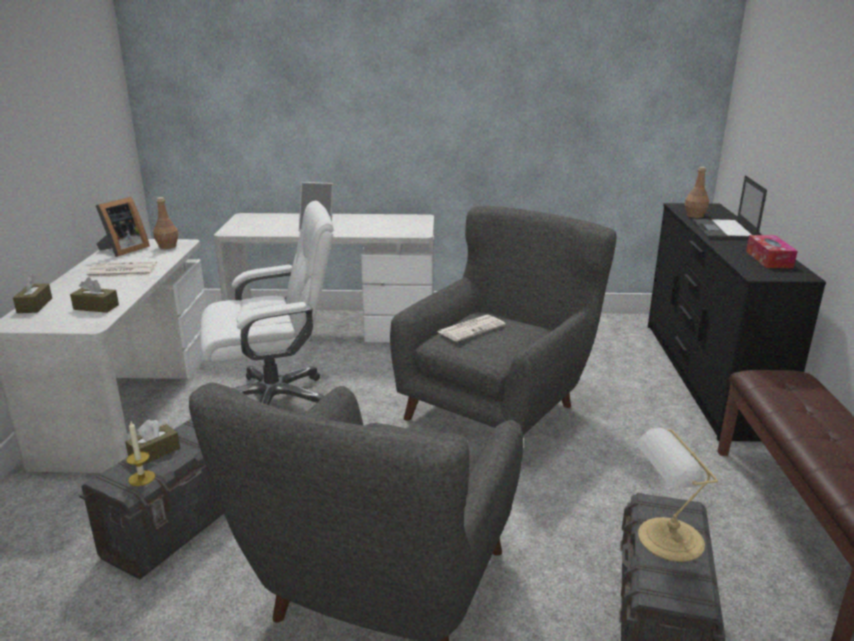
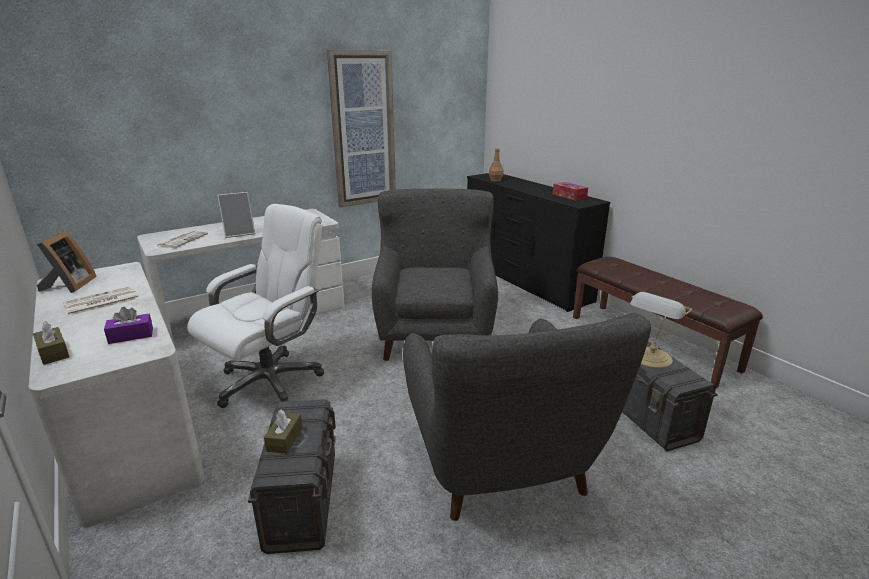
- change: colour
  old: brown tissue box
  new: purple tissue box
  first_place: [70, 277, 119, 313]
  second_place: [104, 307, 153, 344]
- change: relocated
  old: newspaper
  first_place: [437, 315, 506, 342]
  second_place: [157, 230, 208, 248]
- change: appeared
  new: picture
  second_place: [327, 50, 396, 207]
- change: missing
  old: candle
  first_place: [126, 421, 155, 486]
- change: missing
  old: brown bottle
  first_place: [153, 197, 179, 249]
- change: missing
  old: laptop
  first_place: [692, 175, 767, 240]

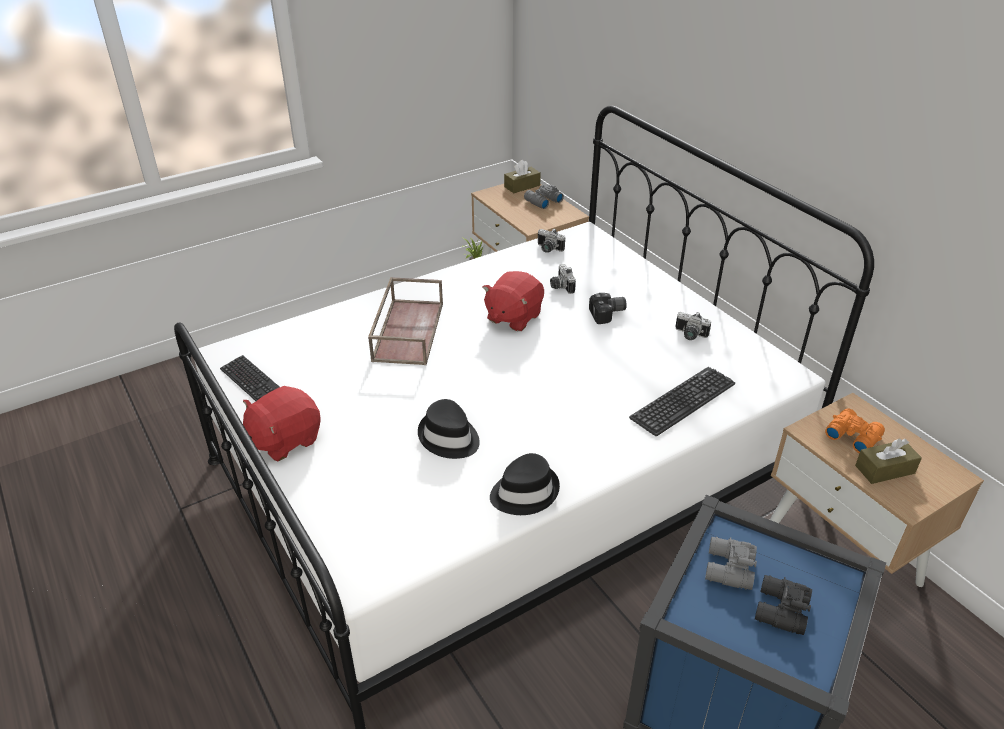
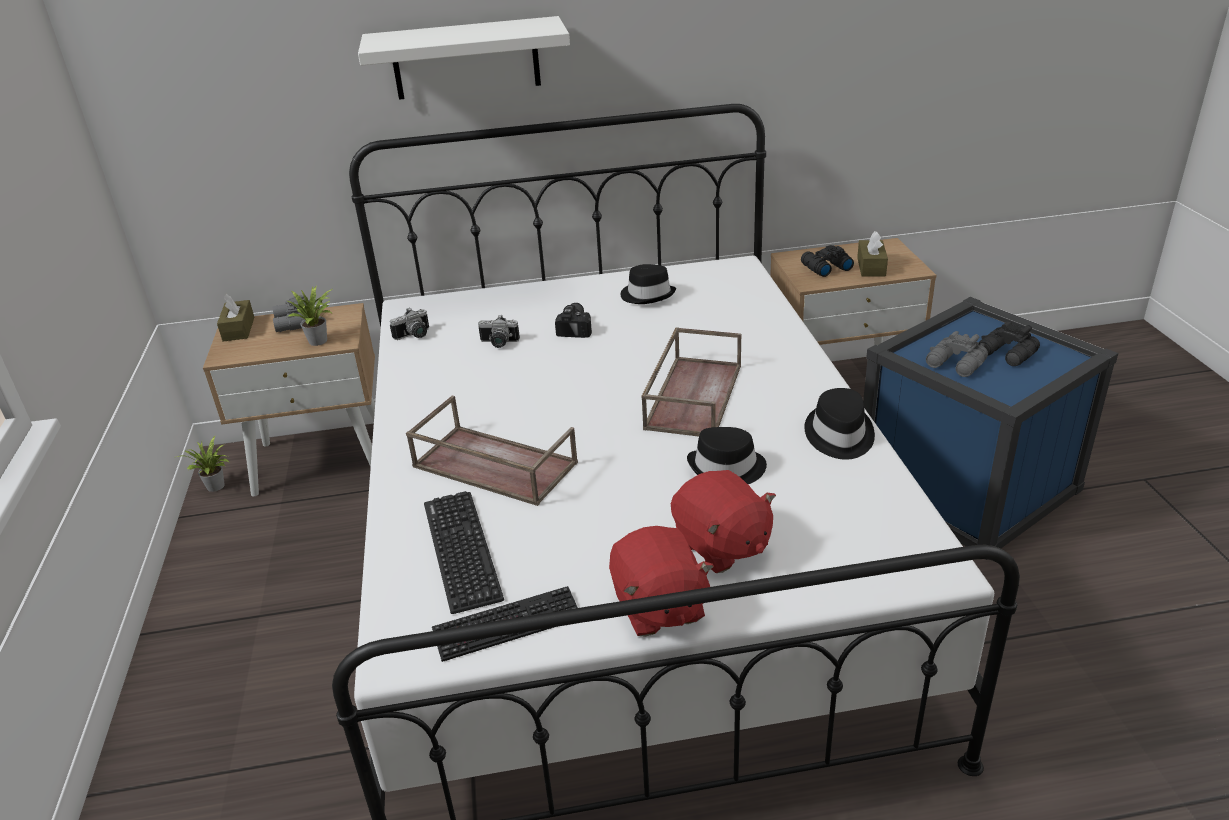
- change: appeared
  new: potted plant
  second_place: [288, 286, 332, 346]
- change: appeared
  new: white shelf
  second_place: [358, 16, 570, 100]
- change: relocated
  old: keyboard
  first_place: [629, 367, 735, 436]
  second_place: [424, 491, 504, 614]
- change: exchanged
  old: photo camera
  new: black hat
  first_place: [676, 312, 711, 340]
  second_place: [621, 264, 676, 304]
- change: appeared
  new: brown tray
  second_place: [642, 327, 741, 437]
- change: relocated
  old: red plush toy
  first_place: [483, 271, 544, 331]
  second_place: [671, 470, 776, 573]
- change: colour
  old: orange binoculars
  new: black binoculars
  first_place: [825, 408, 885, 453]
  second_place: [801, 245, 854, 277]

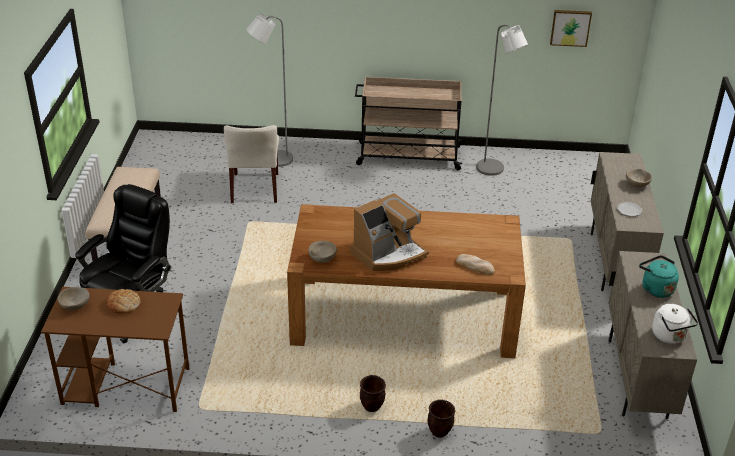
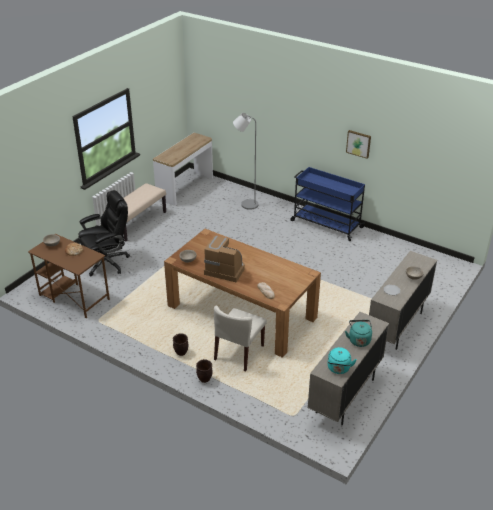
- change: appeared
  new: console table
  second_place: [153, 133, 213, 206]
- change: spun
  old: coffee machine
  first_place: [350, 193, 429, 271]
  second_place: [204, 236, 245, 282]
  degrees: -150
- change: relocated
  old: beige chair
  first_place: [224, 125, 279, 203]
  second_place: [214, 306, 267, 372]
- change: colour
  old: beige cart
  new: blue cart
  first_place: [355, 77, 463, 170]
  second_place: [290, 167, 365, 241]
- change: colour
  old: white kettle
  new: turquoise kettle
  first_place: [652, 304, 698, 344]
  second_place: [327, 347, 357, 374]
- change: relocated
  old: picture
  first_place: [550, 10, 592, 47]
  second_place: [346, 130, 371, 159]
- change: missing
  old: grey floor lamp
  first_place: [476, 25, 528, 176]

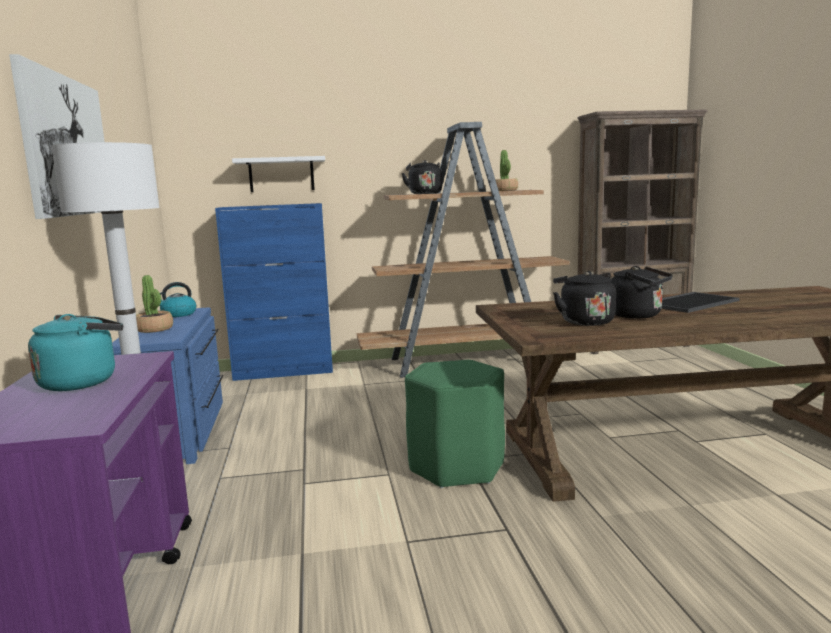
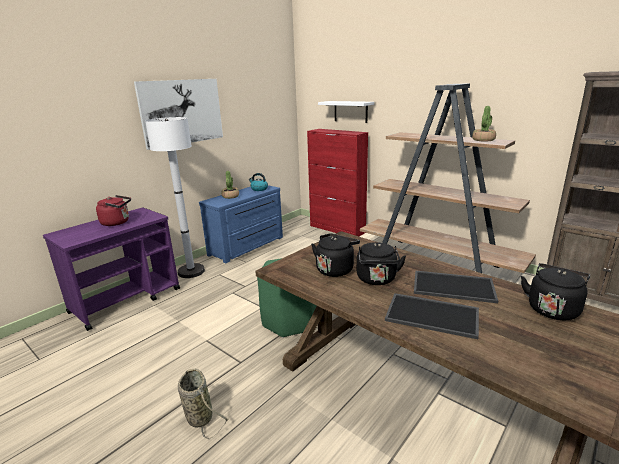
- change: colour
  old: turquoise kettle
  new: red kettle
  first_place: [28, 314, 123, 391]
  second_place: [96, 195, 131, 226]
- change: appeared
  new: basket
  second_place: [178, 369, 229, 439]
- change: colour
  old: blue cabinet
  new: red cabinet
  first_place: [215, 203, 333, 381]
  second_place: [307, 129, 368, 236]
- change: appeared
  new: tray
  second_place: [385, 293, 479, 339]
- change: relocated
  old: black kettle
  first_place: [402, 160, 442, 194]
  second_place: [521, 263, 590, 320]

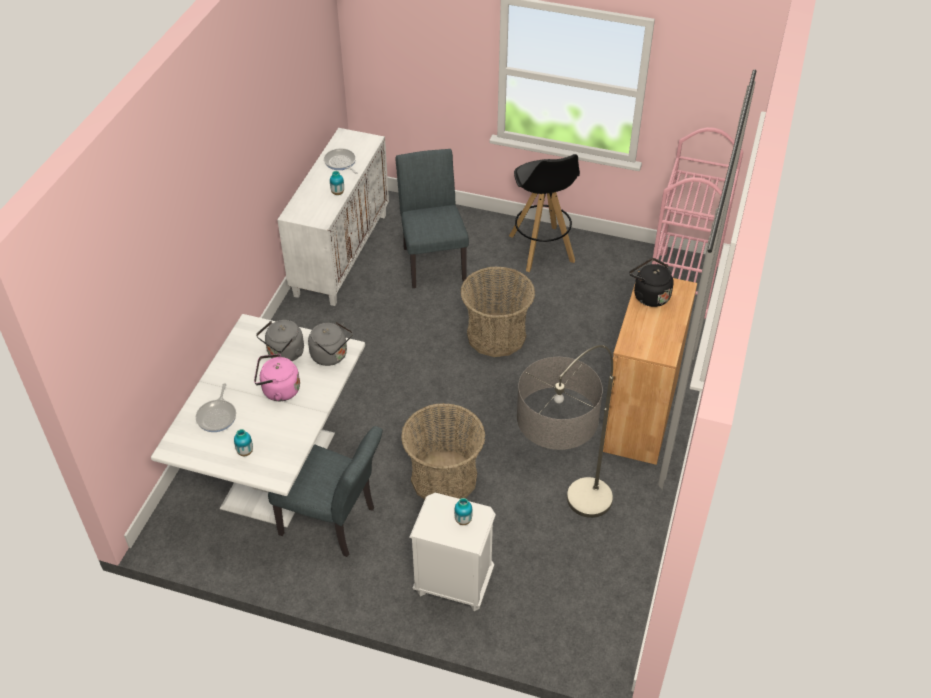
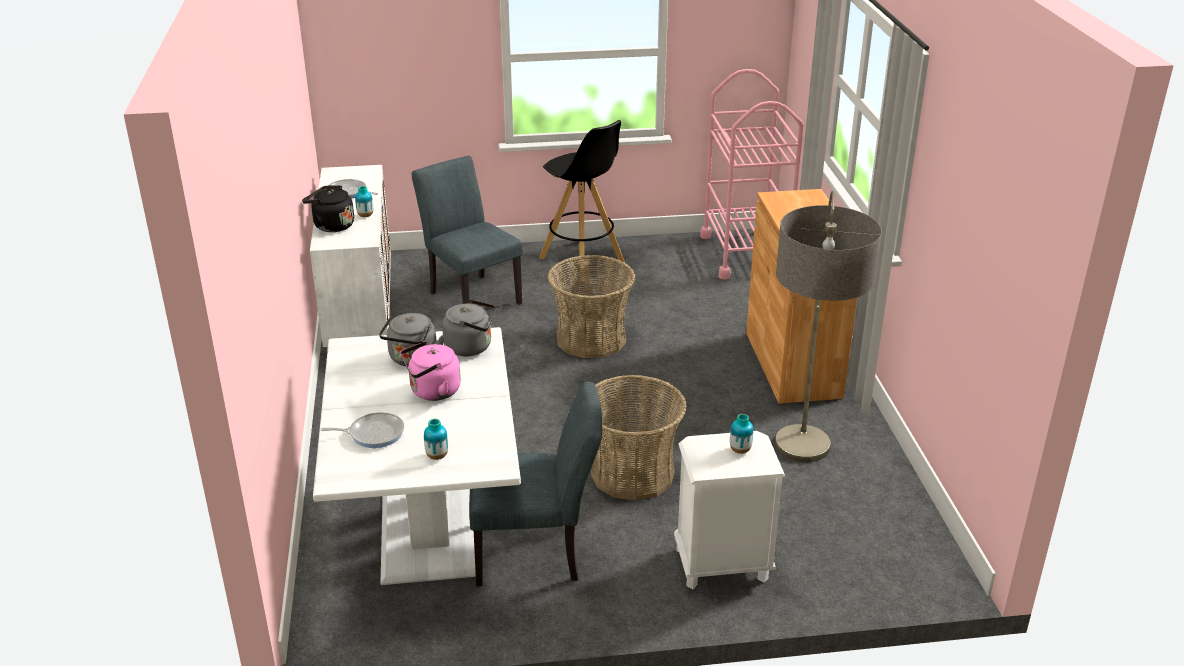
- change: relocated
  old: black kettle
  first_place: [629, 258, 674, 307]
  second_place: [302, 185, 354, 232]
- change: spun
  old: frying pan
  first_place: [196, 384, 236, 432]
  second_place: [321, 412, 404, 448]
  degrees: -75

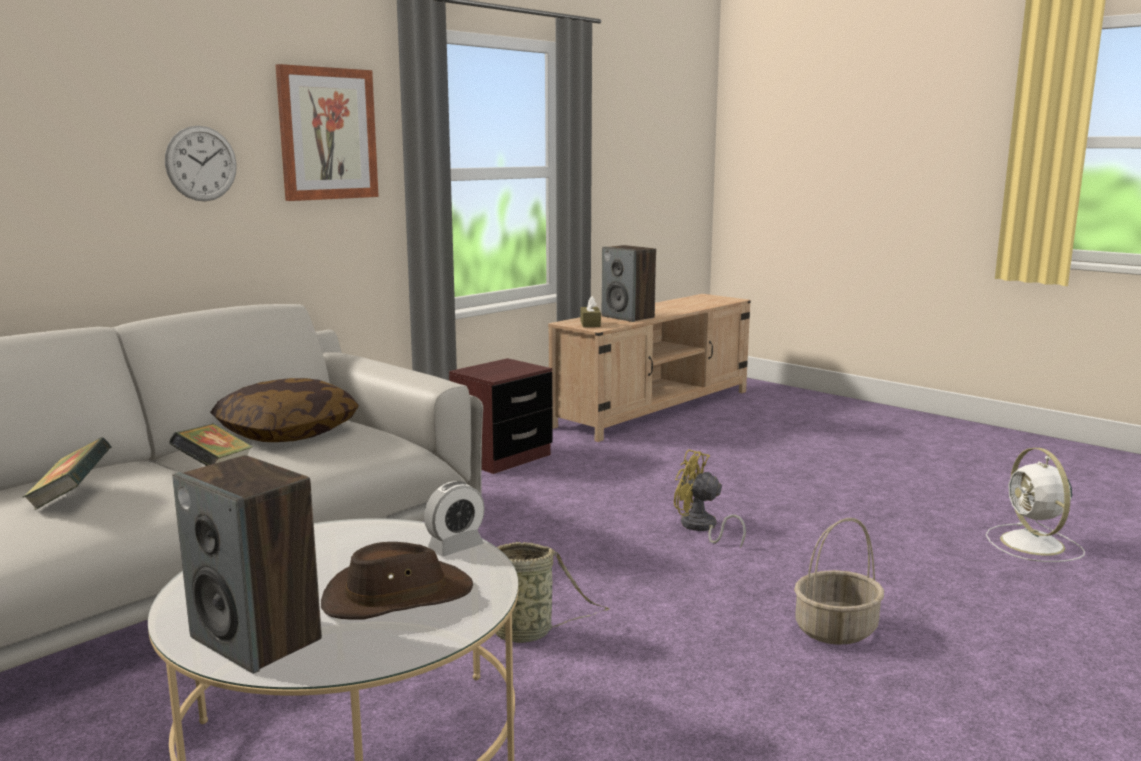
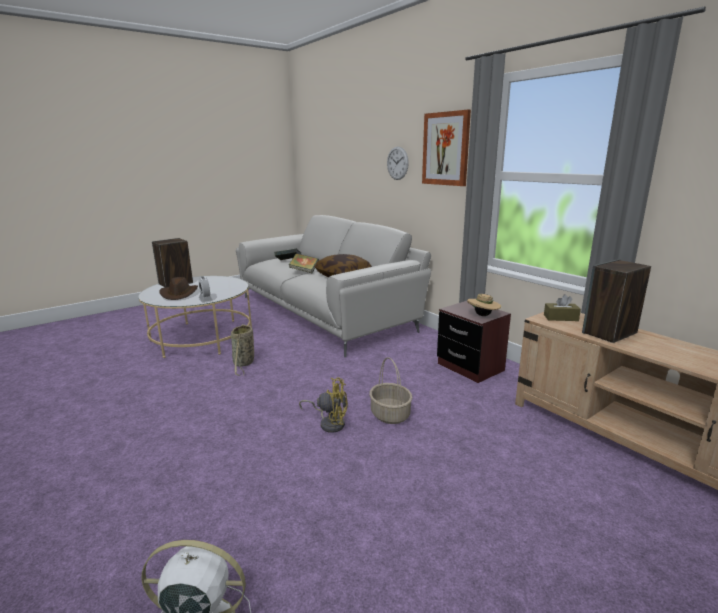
- change: spun
  old: yellow fan
  first_place: [674, 449, 746, 548]
  second_place: [299, 377, 348, 433]
  degrees: 60
- change: relocated
  old: basket
  first_place: [794, 518, 884, 645]
  second_place: [369, 357, 412, 424]
- change: appeared
  new: beige hat
  second_place: [467, 294, 501, 316]

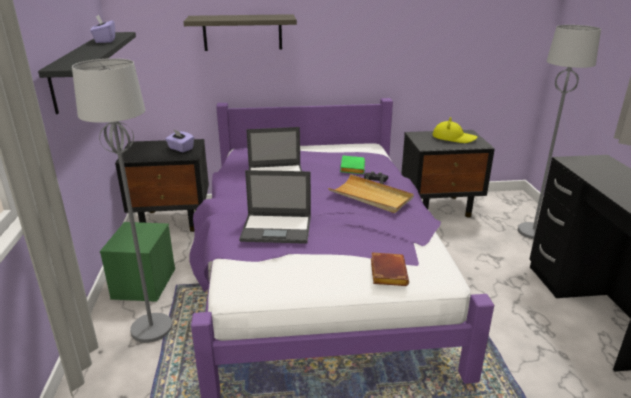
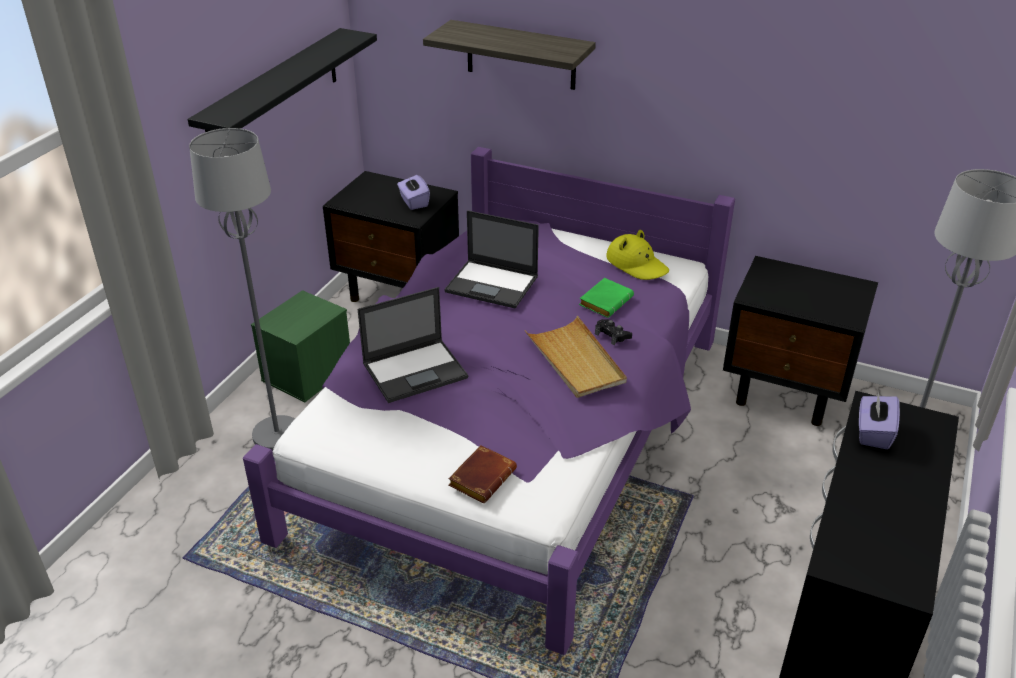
- change: spun
  old: laptop
  first_place: [239, 170, 311, 244]
  second_place: [358, 287, 468, 403]
  degrees: -60
- change: relocated
  old: yellow hat
  first_place: [433, 117, 477, 143]
  second_place: [606, 230, 669, 280]
- change: relocated
  old: purple tissue box
  first_place: [90, 15, 115, 43]
  second_place: [859, 391, 900, 449]

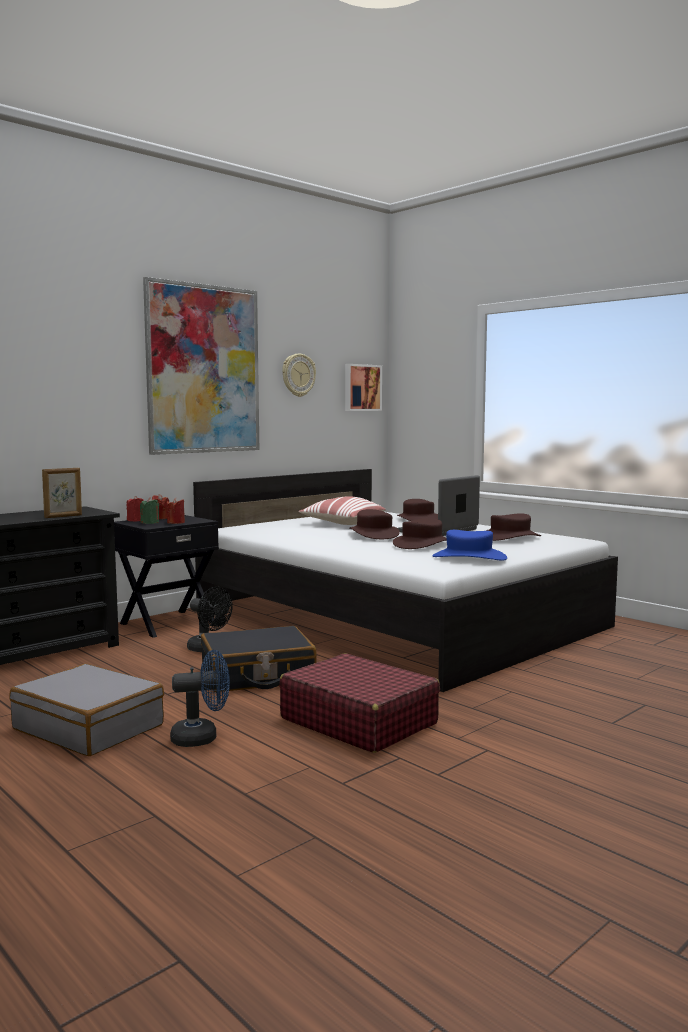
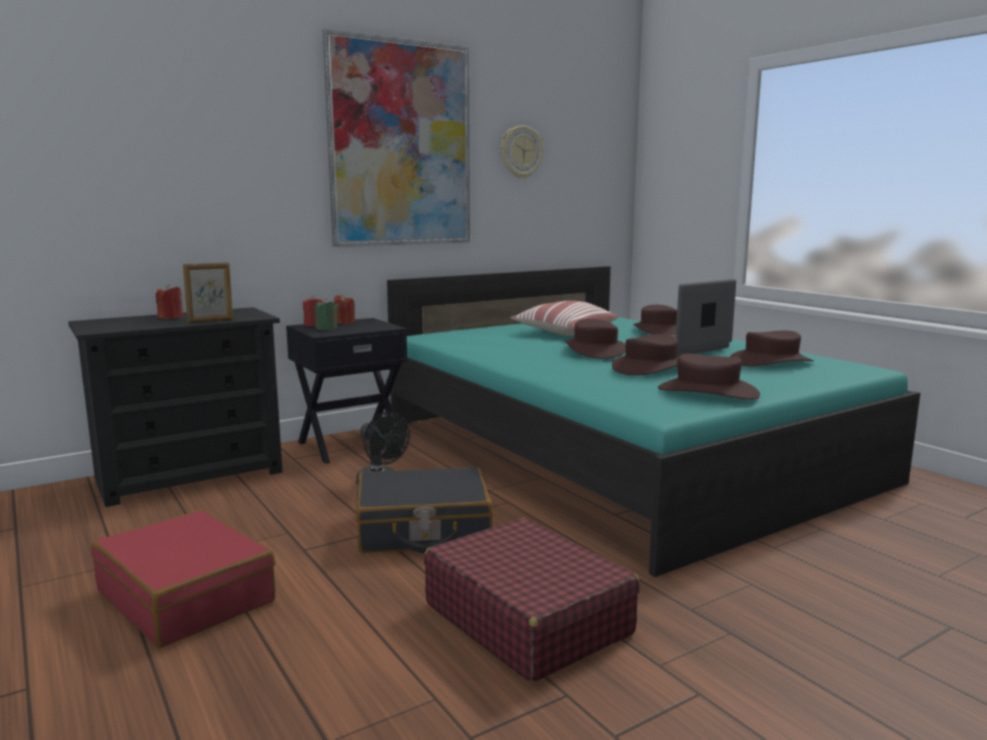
- change: colour
  old: grey suitcase
  new: red suitcase
  first_place: [9, 664, 164, 756]
  second_place: [91, 509, 276, 647]
- change: relocated
  old: red candle
  first_place: [167, 498, 185, 524]
  second_place: [156, 284, 183, 319]
- change: colour
  old: white bed
  new: turquoise bed
  first_place: [193, 469, 618, 692]
  second_place: [387, 266, 921, 577]
- change: colour
  old: blue hat
  new: brown hat
  first_place: [432, 530, 507, 561]
  second_place: [658, 353, 760, 400]
- change: missing
  old: blue fan
  first_place: [170, 650, 230, 747]
- change: missing
  old: picture
  first_place: [345, 364, 382, 411]

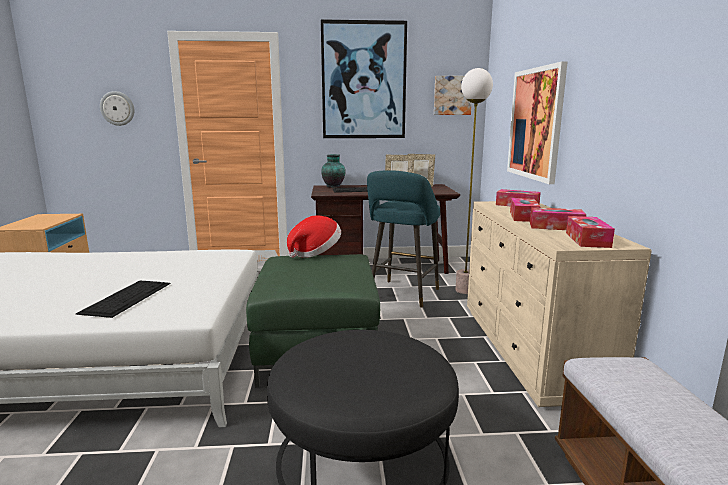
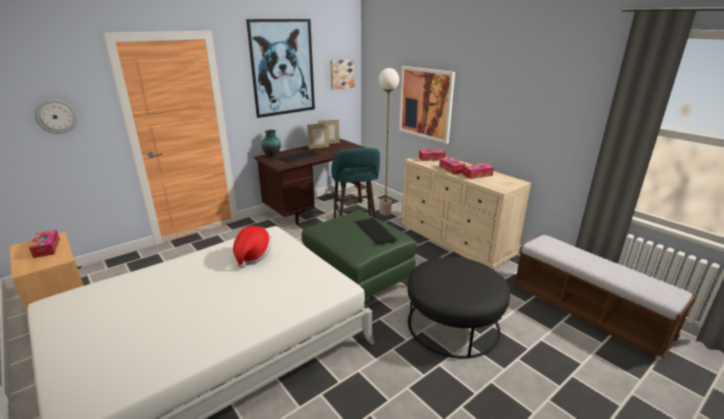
- change: relocated
  old: tissue box
  first_place: [566, 216, 615, 248]
  second_place: [29, 230, 60, 258]
- change: relocated
  old: hat
  first_place: [287, 215, 341, 258]
  second_place: [233, 226, 272, 268]
- change: relocated
  old: keyboard
  first_place: [76, 280, 170, 318]
  second_place: [355, 218, 398, 245]

